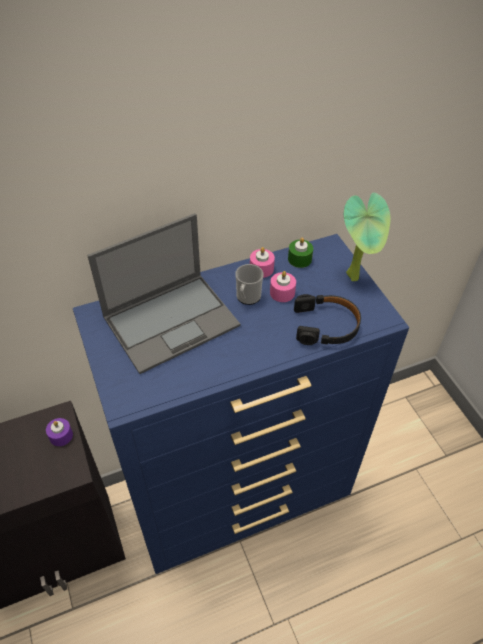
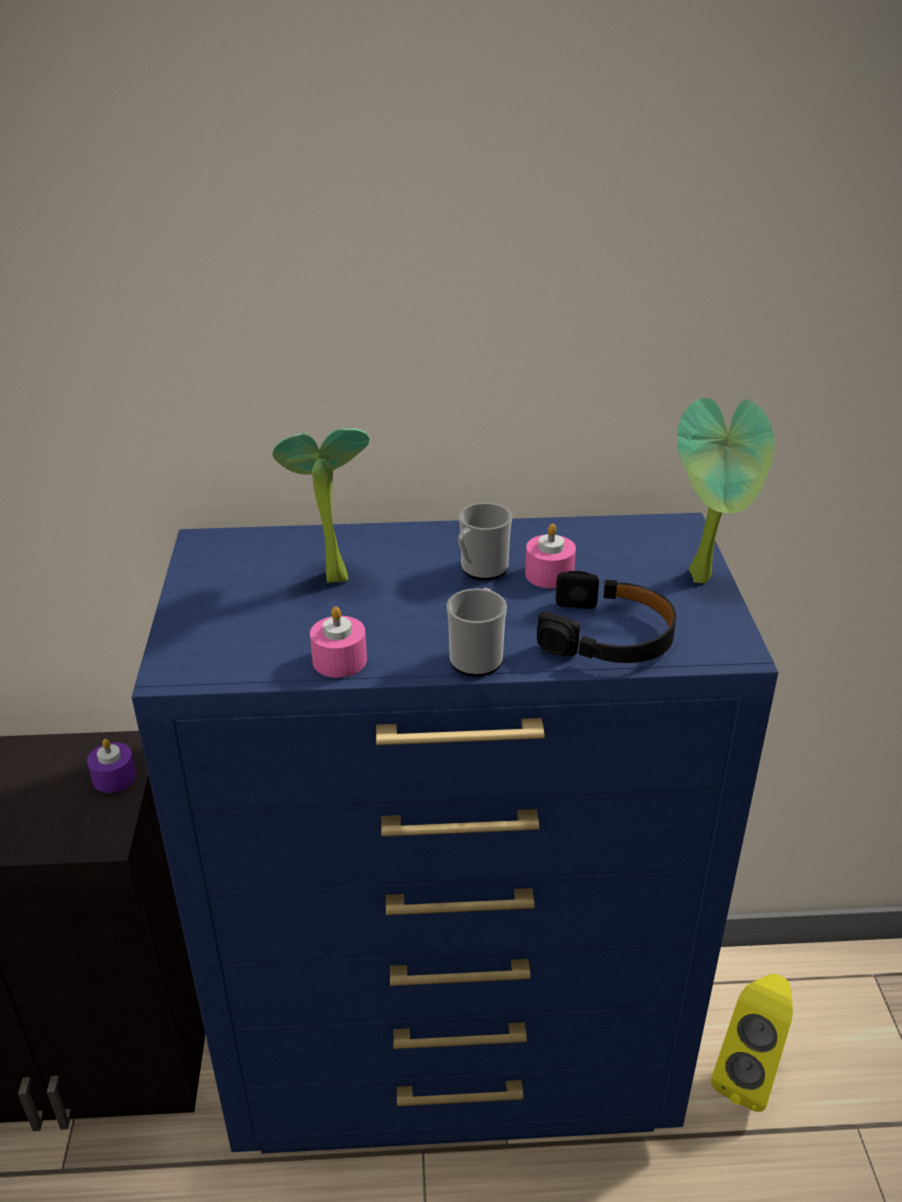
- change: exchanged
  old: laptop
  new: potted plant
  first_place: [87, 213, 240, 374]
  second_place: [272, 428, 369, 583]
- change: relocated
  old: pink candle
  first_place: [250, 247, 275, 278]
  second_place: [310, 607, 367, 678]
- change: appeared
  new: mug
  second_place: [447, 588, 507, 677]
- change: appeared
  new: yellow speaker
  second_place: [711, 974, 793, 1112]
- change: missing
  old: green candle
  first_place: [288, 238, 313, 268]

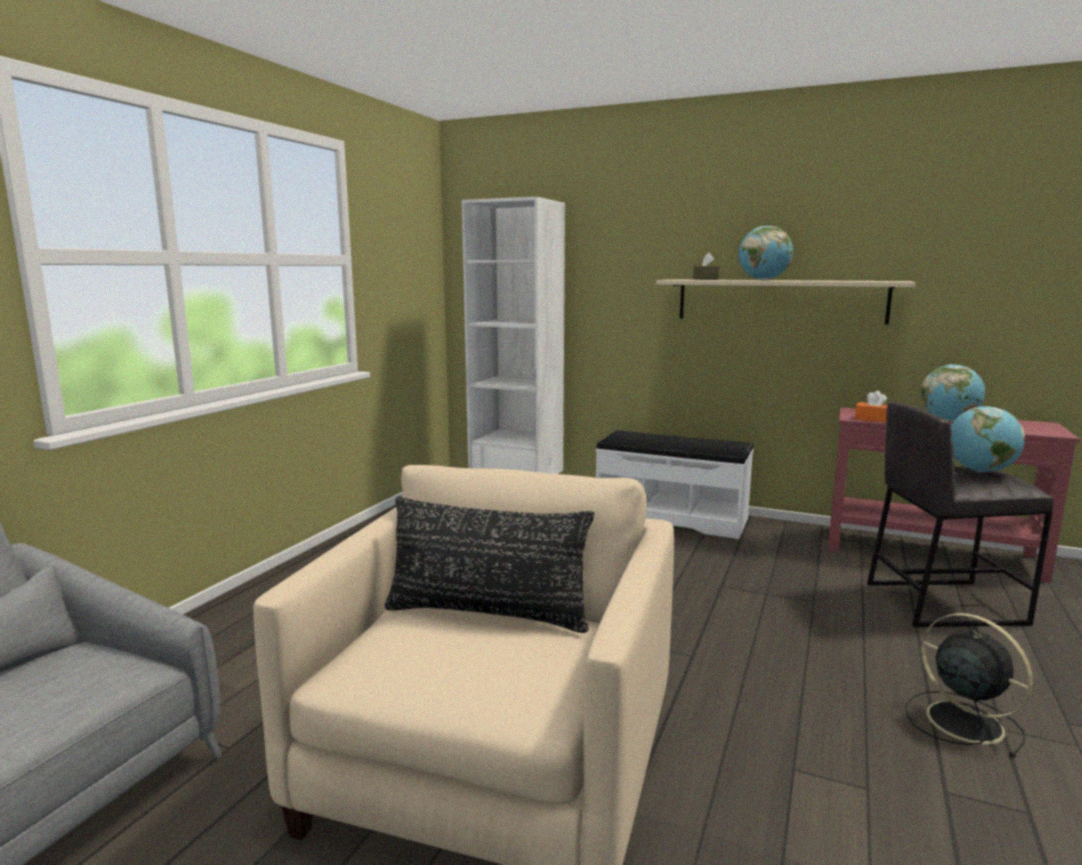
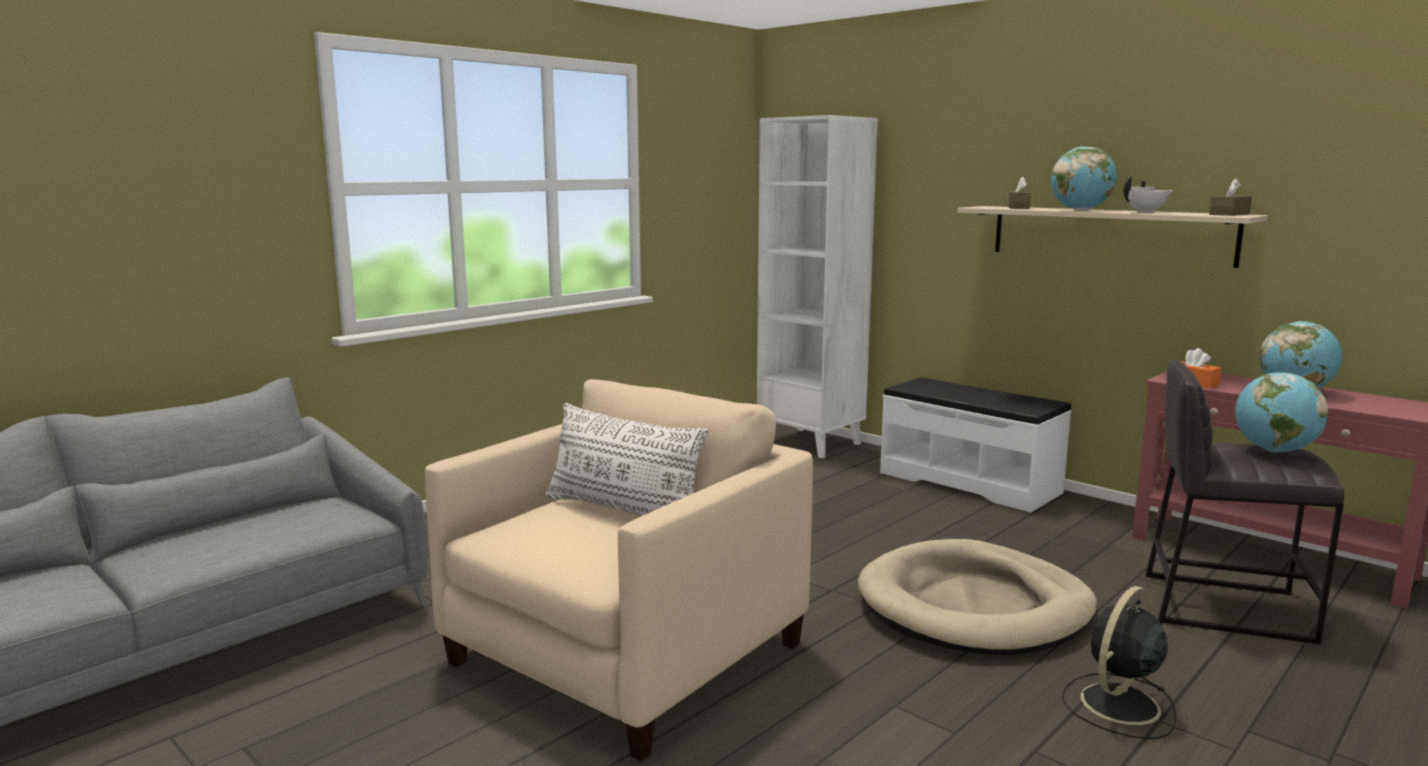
- change: colour
  old: black pillow
  new: white pillow
  first_place: [385, 496, 594, 633]
  second_place: [546, 403, 709, 516]
- change: appeared
  new: beige dog bed
  second_place: [858, 539, 1097, 655]
- change: spun
  old: black fan
  first_place: [905, 613, 1033, 758]
  second_place: [1062, 586, 1176, 739]
  degrees: -120
- change: appeared
  new: white teapot
  second_place: [1124, 176, 1173, 213]
- change: appeared
  new: brown tissue box
  second_place: [1209, 178, 1252, 216]

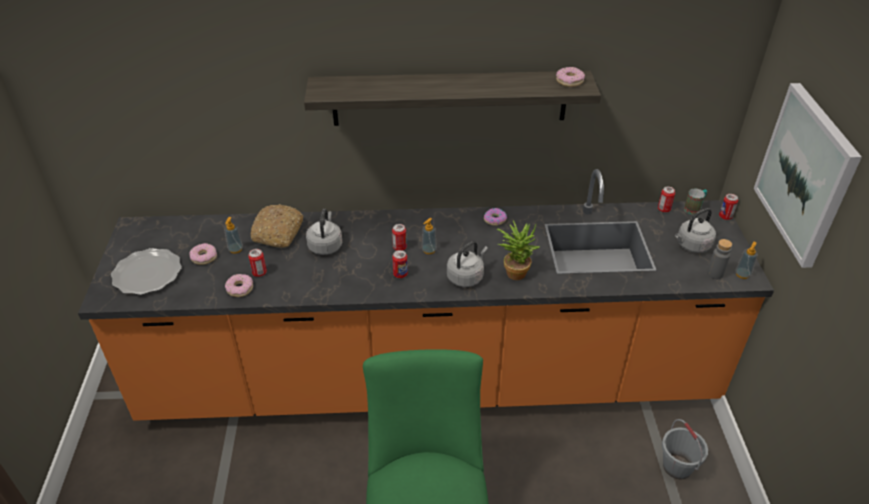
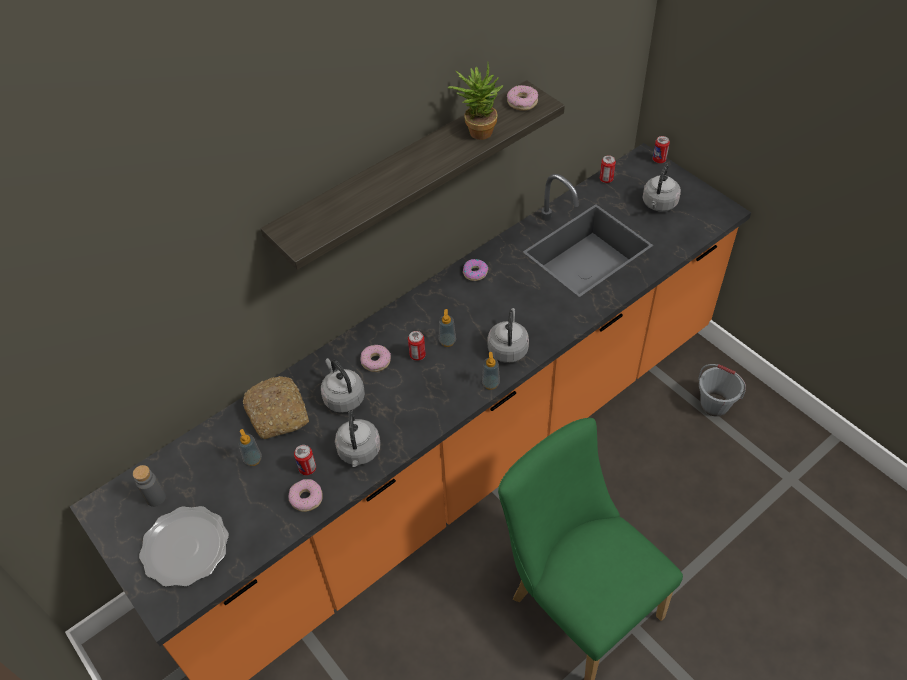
- change: relocated
  old: grey bottle
  first_place: [707, 239, 732, 279]
  second_place: [133, 465, 166, 507]
- change: appeared
  new: grey kettle
  second_place: [335, 410, 381, 467]
- change: relocated
  old: donut
  first_place: [190, 243, 217, 265]
  second_place: [360, 345, 391, 372]
- change: relocated
  old: potted plant
  first_place: [497, 220, 540, 280]
  second_place: [448, 62, 504, 140]
- change: relocated
  old: soap dispenser
  first_place: [735, 242, 758, 279]
  second_place: [482, 352, 500, 390]
- change: missing
  old: can
  first_place: [392, 250, 408, 278]
- change: missing
  old: mug
  first_place: [684, 189, 707, 214]
- change: missing
  old: picture
  first_place: [753, 83, 862, 268]

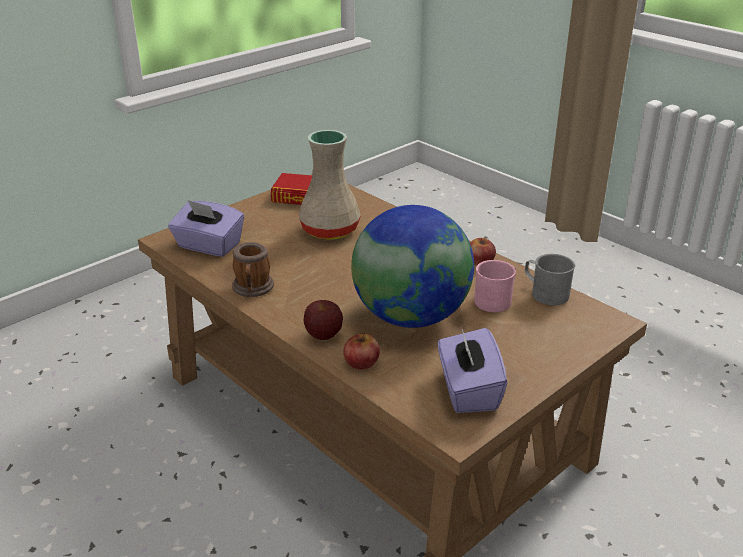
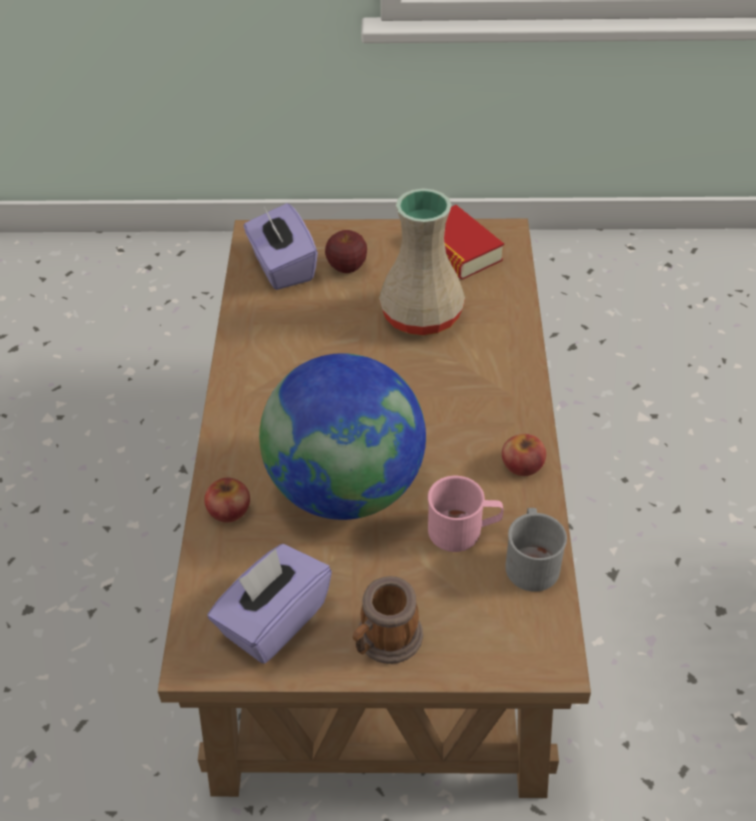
- change: relocated
  old: apple
  first_place: [303, 300, 343, 340]
  second_place: [325, 230, 367, 273]
- change: relocated
  old: mug
  first_place: [232, 242, 274, 297]
  second_place: [353, 576, 423, 664]

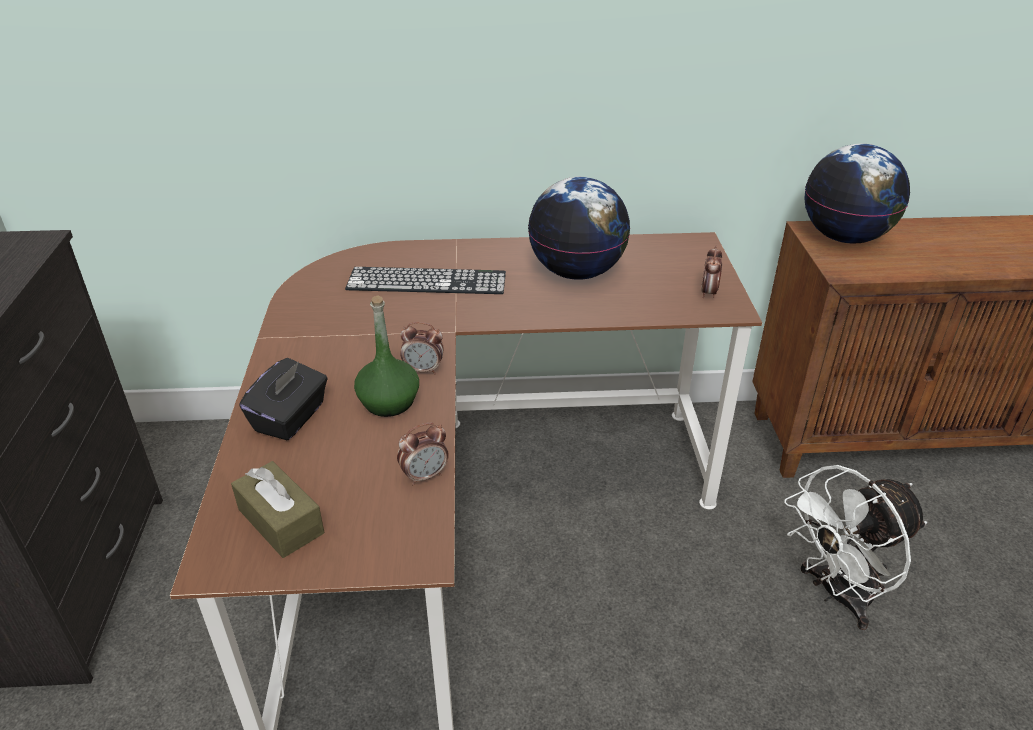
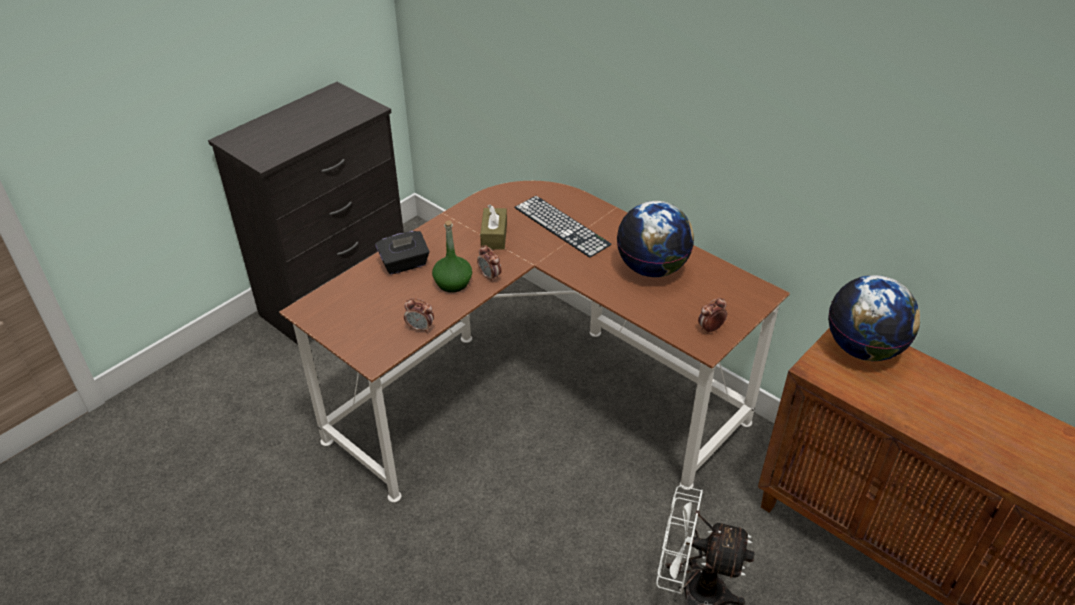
- change: relocated
  old: brown tissue box
  first_place: [231, 461, 324, 558]
  second_place: [480, 205, 507, 250]

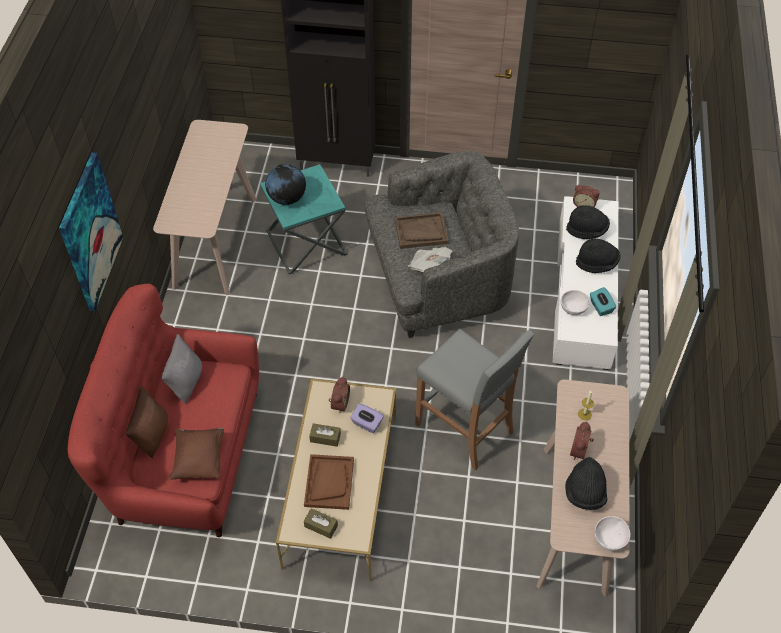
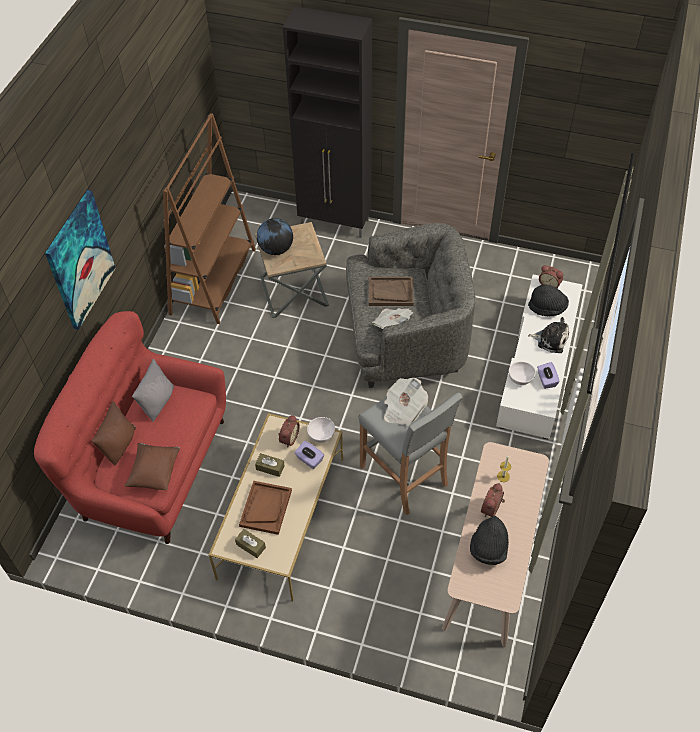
- change: exchanged
  old: beige console table
  new: brown bookcase
  first_place: [153, 120, 257, 295]
  second_place: [163, 113, 256, 324]
- change: colour
  old: turquoise side table
  new: brown side table
  first_place: [260, 164, 348, 274]
  second_place: [255, 222, 329, 318]
- change: relocated
  old: white bowl
  first_place: [594, 516, 630, 551]
  second_place: [307, 417, 335, 443]
- change: appeared
  new: newspaper
  second_place: [384, 378, 428, 426]
- change: exchanged
  old: black hat
  new: plush toy
  first_place: [576, 239, 621, 273]
  second_place: [528, 317, 569, 353]
- change: colour
  old: turquoise tissue box
  new: purple tissue box
  first_place: [590, 287, 616, 316]
  second_place: [537, 362, 559, 389]

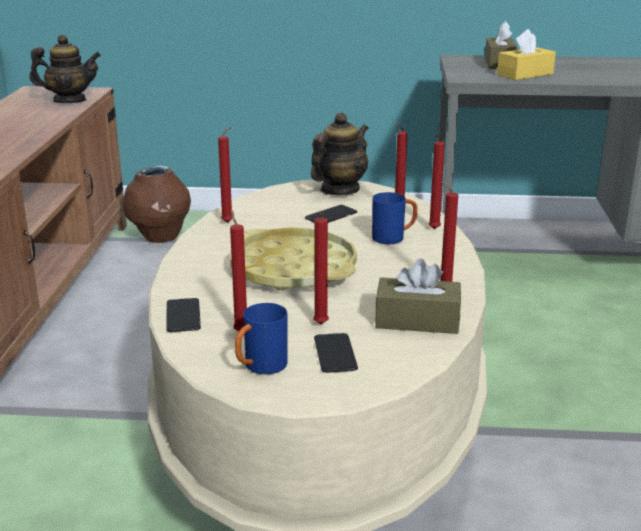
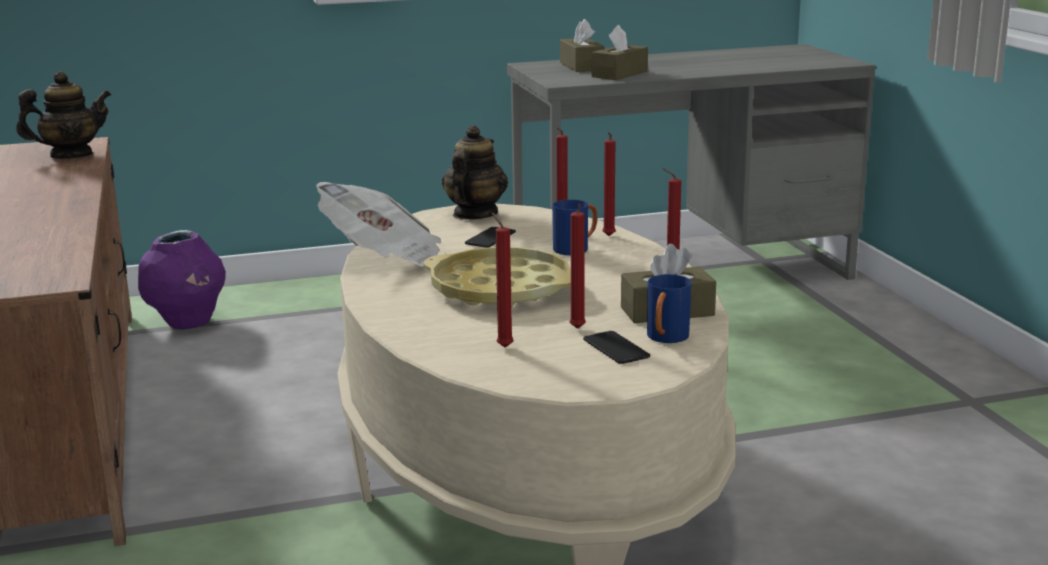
- change: colour
  old: brown vase
  new: purple vase
  first_place: [123, 166, 191, 243]
  second_place: [138, 230, 226, 329]
- change: exchanged
  old: red candle
  new: newspaper
  first_place: [218, 126, 232, 223]
  second_place: [316, 182, 442, 267]
- change: colour
  old: yellow tissue box
  new: brown tissue box
  first_place: [497, 29, 556, 80]
  second_place: [592, 25, 648, 80]
- change: relocated
  old: blue mug
  first_place: [235, 303, 288, 374]
  second_place: [647, 274, 692, 343]
- change: missing
  old: phone
  first_place: [166, 298, 201, 332]

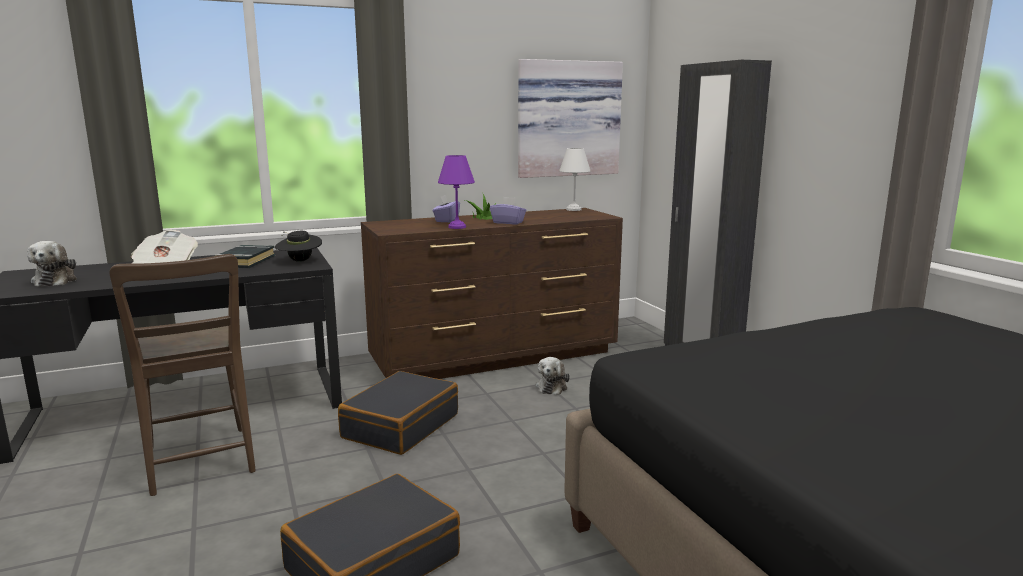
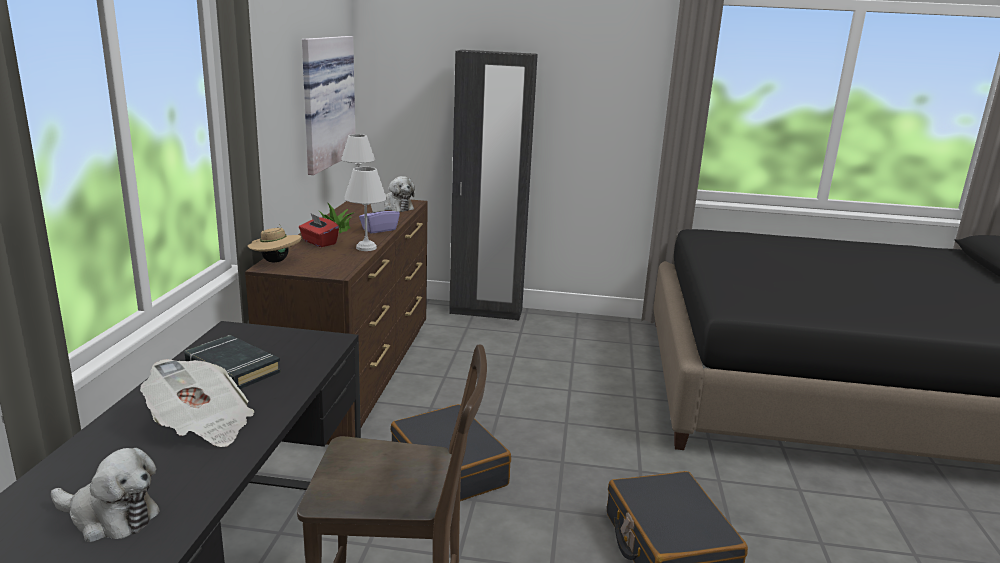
- change: appeared
  new: beige hat
  second_place: [248, 225, 301, 263]
- change: colour
  old: purple tissue box
  new: red tissue box
  first_place: [433, 195, 460, 222]
  second_place: [299, 214, 339, 247]
- change: colour
  old: purple table lamp
  new: white table lamp
  first_place: [438, 155, 475, 229]
  second_place: [344, 167, 387, 251]
- change: relocated
  old: plush toy
  first_place: [536, 357, 570, 395]
  second_place: [383, 176, 415, 212]
- change: missing
  old: black hat
  first_place: [275, 231, 322, 262]

